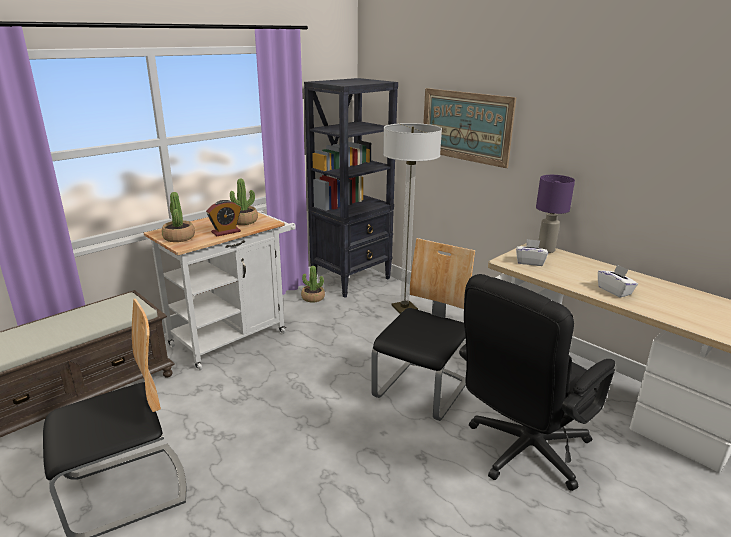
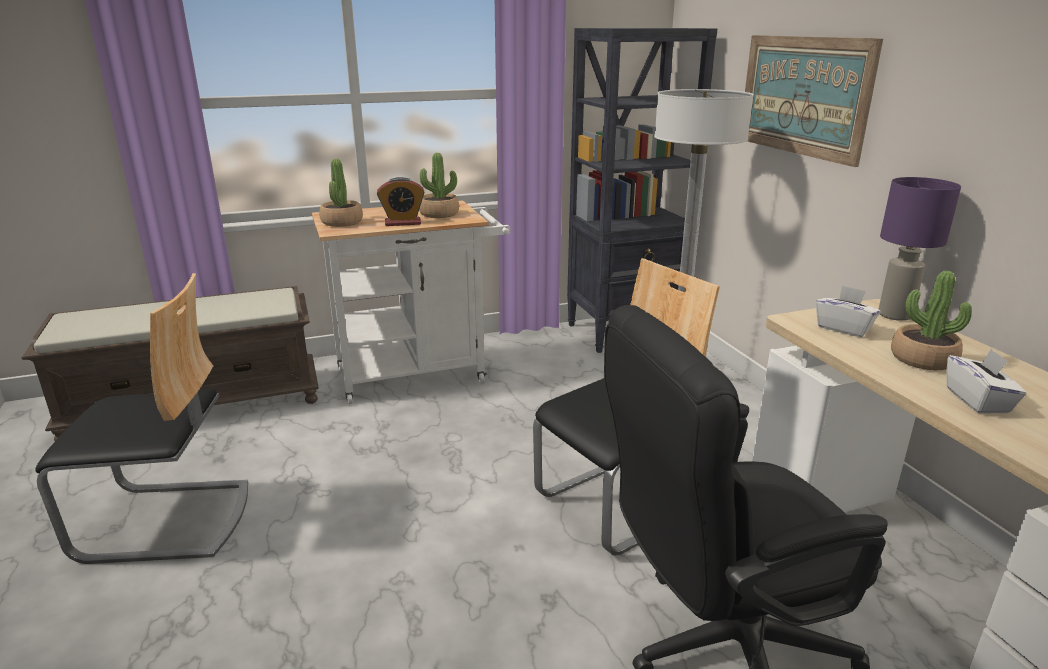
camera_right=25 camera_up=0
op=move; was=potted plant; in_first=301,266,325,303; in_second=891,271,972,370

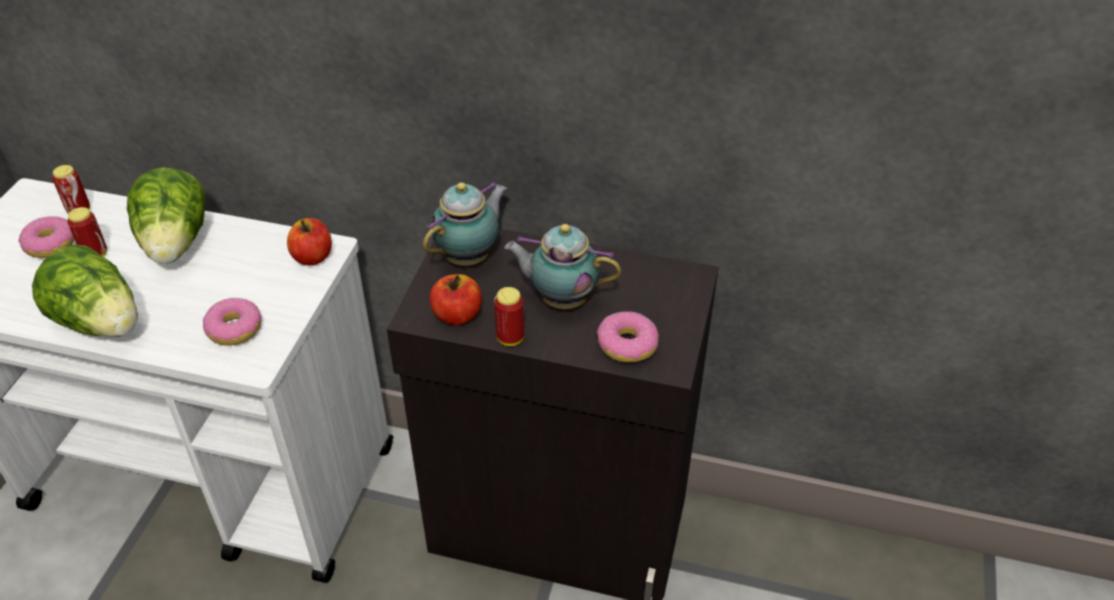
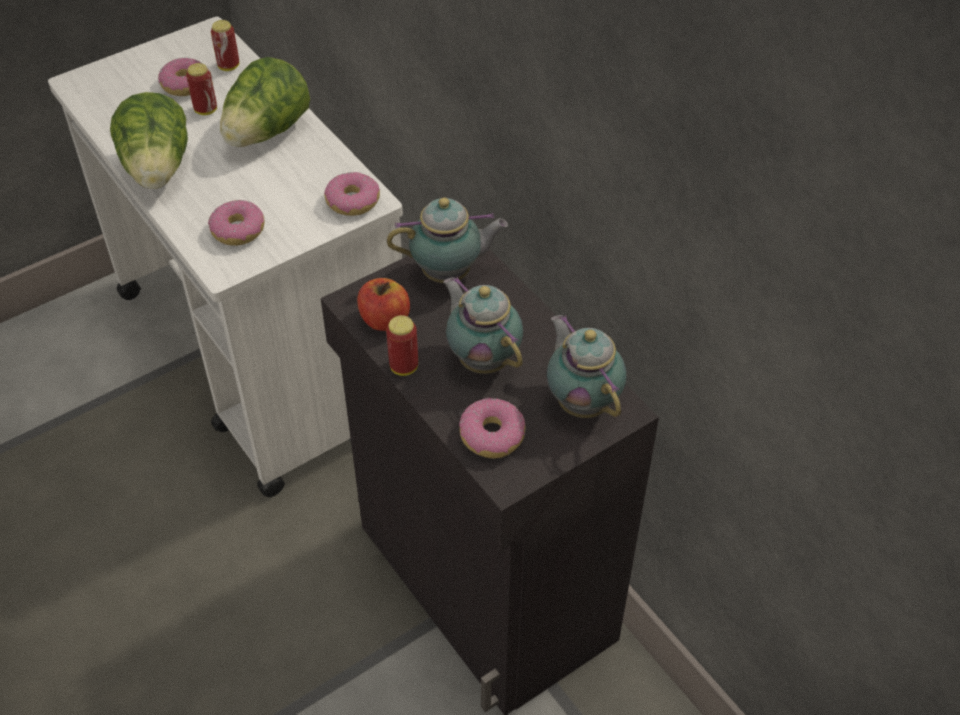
camera_right=40 camera_up=5
op=replace; was=apple; now=donut; in_first=287,218,332,265; in_second=324,172,380,216
op=insert; now=teapot; in_second=547,315,626,418

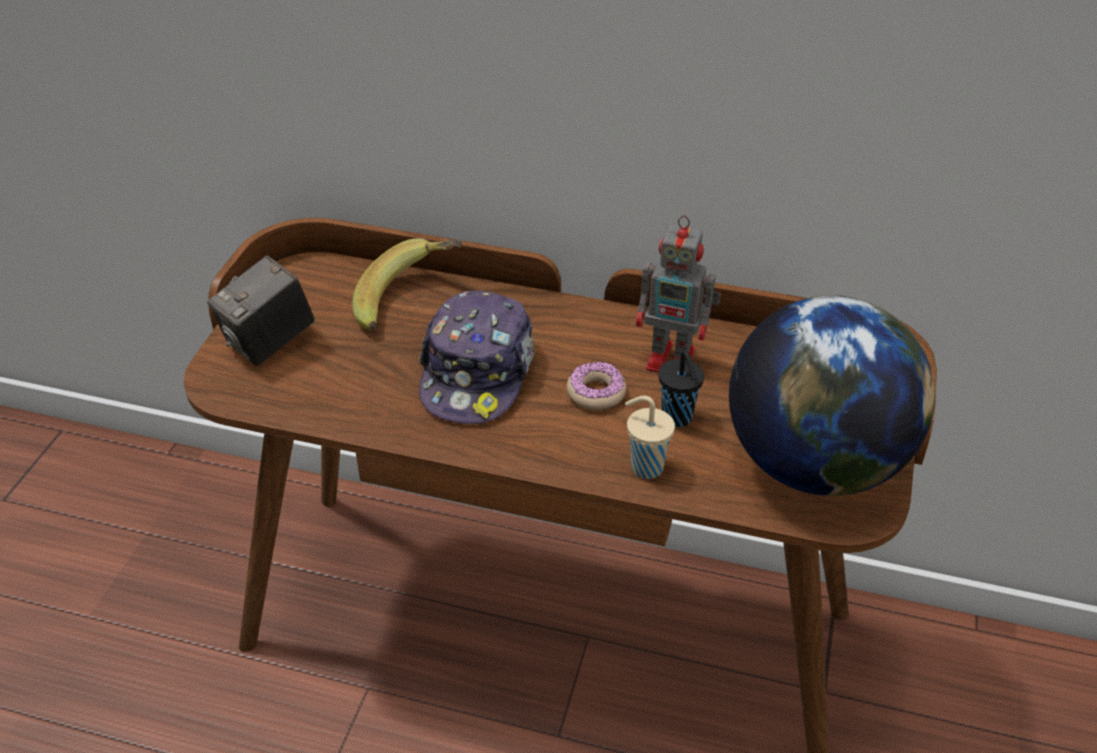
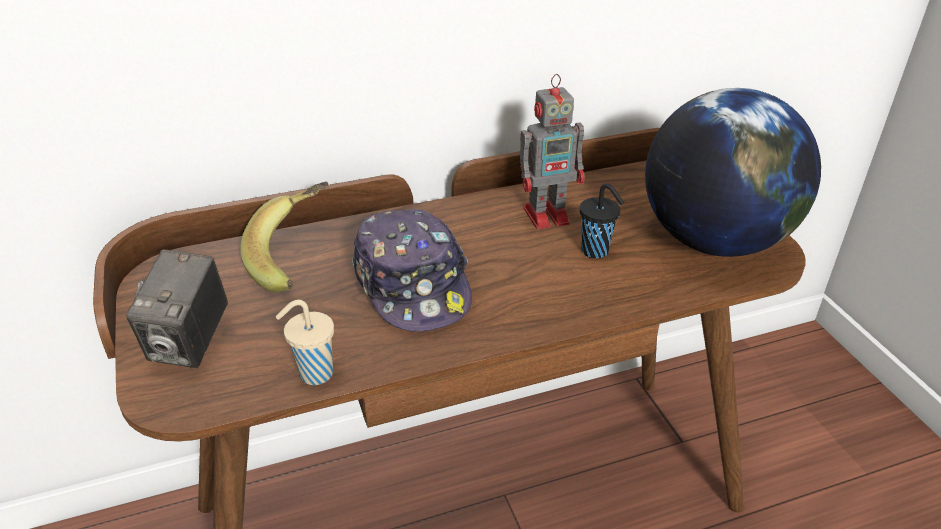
camera_right=-35 camera_up=-5
op=move; was=beige cup; in_first=625,396,675,479; in_second=276,300,334,385
op=delete; was=donut; in_first=567,361,626,410

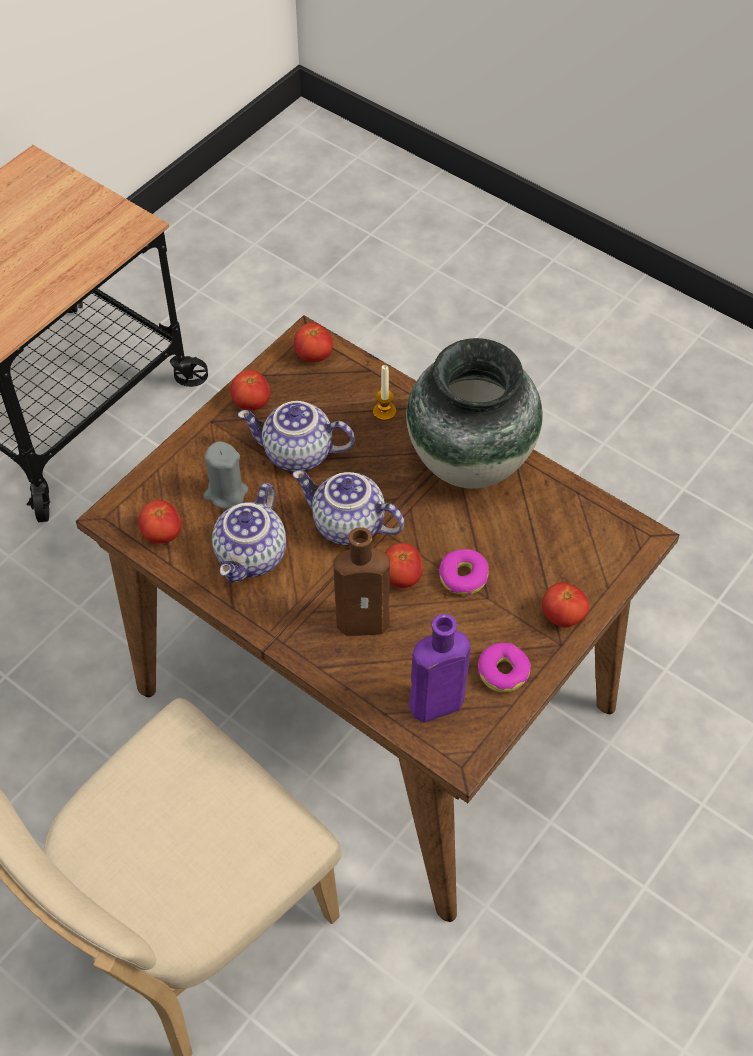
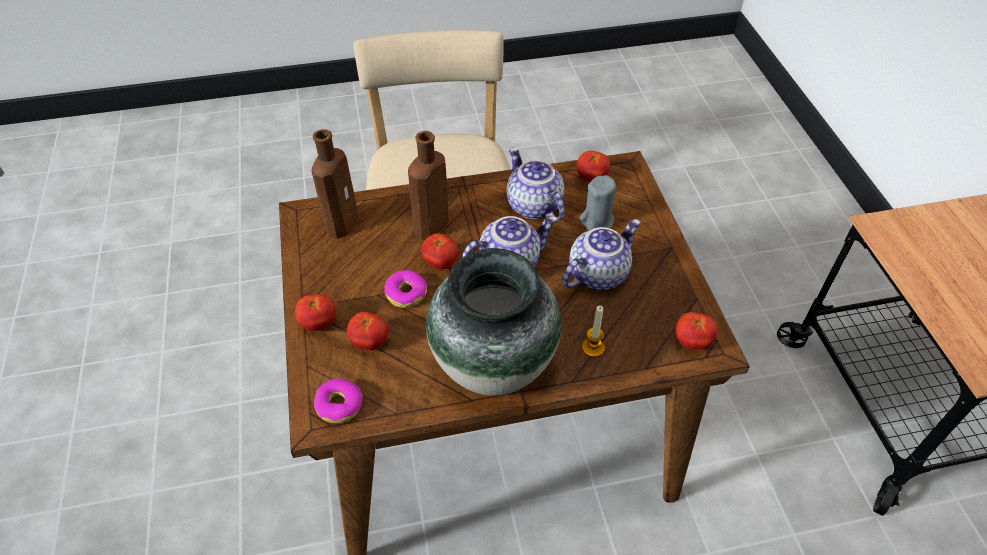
camera_right=130 camera_up=-5
op=recolor; was=purple bottle; now=brown bottle; in_first=409,614,470,723; in_second=312,129,359,238
op=move; was=donut; in_first=478,643,531,693; in_second=314,379,363,423
op=move; was=tomato; in_first=230,370,270,410; in_second=347,312,389,350

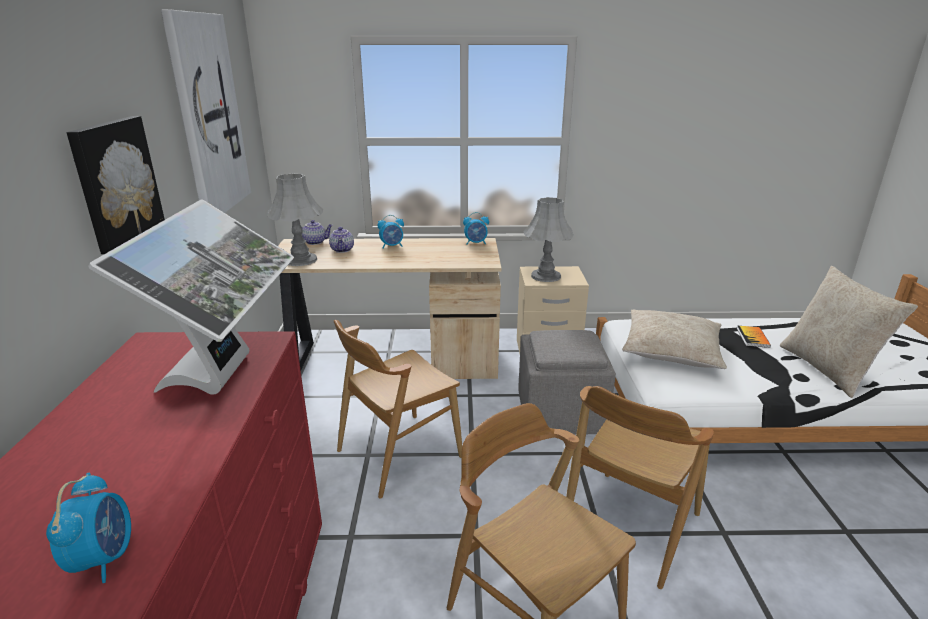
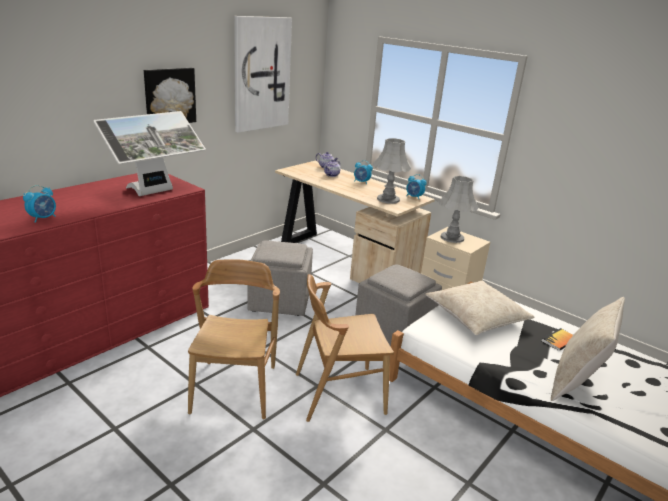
camera_right=40 camera_up=0
op=replace; was=brown chair; now=grey ottoman; in_first=334,320,462,499; in_second=247,240,313,316
op=move; was=grey table lamp; in_first=267,173,323,266; in_second=373,138,411,204

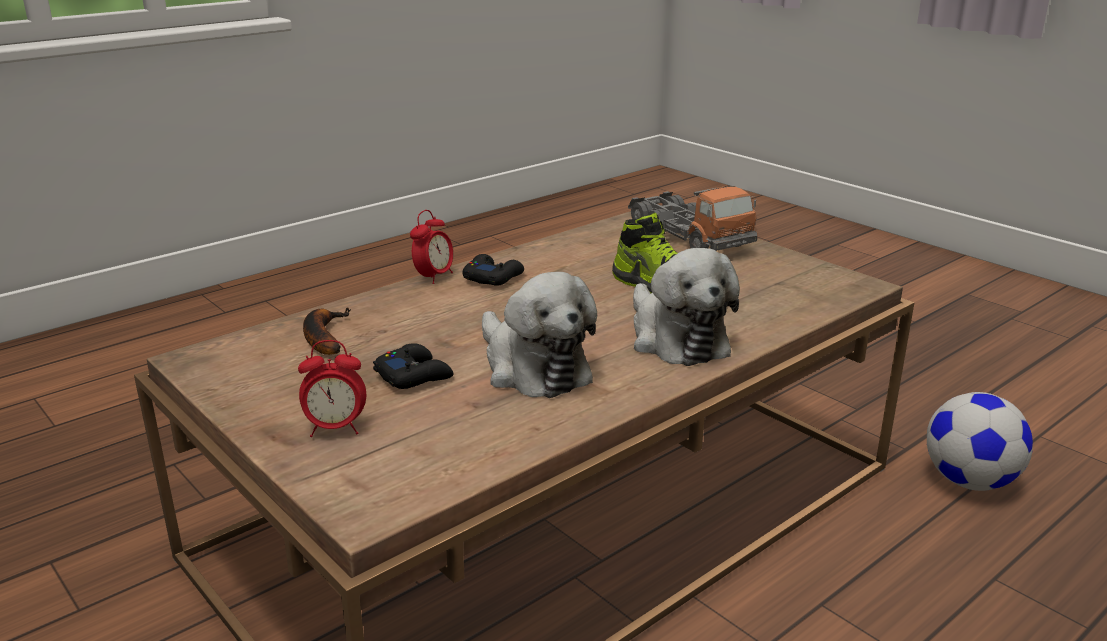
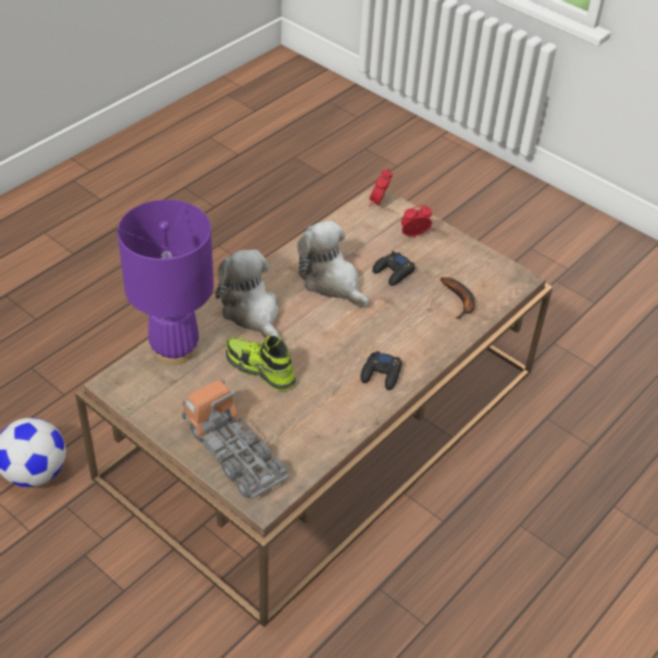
camera_right=170 camera_up=20
op=insert; now=purple table lamp; in_second=117,200,214,365
op=move; was=alarm clock; in_first=410,210,453,284; in_second=369,168,393,207

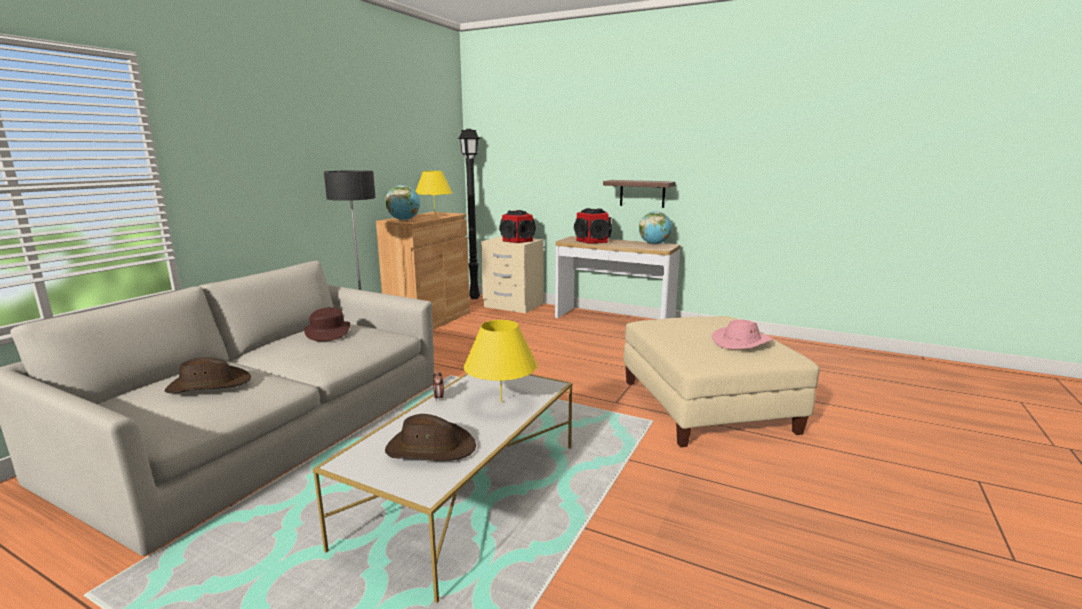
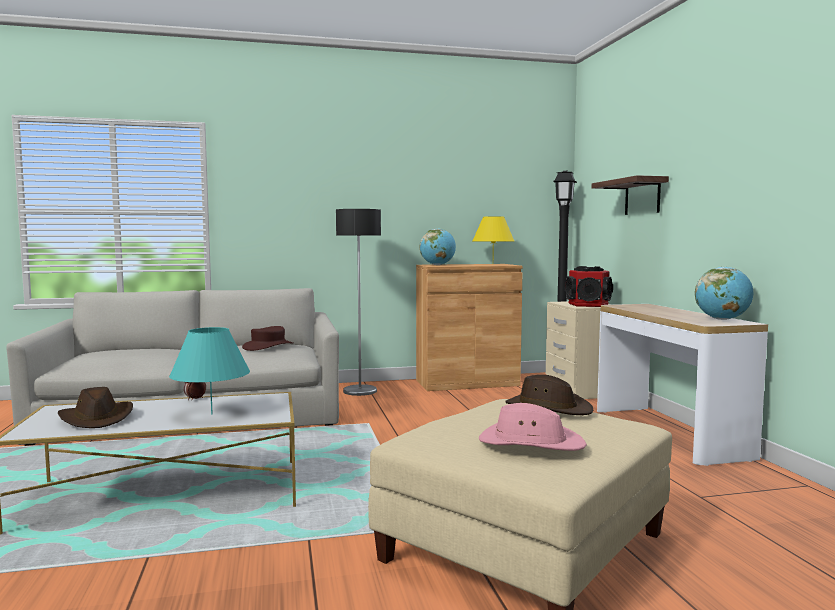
camera_right=50 camera_up=-10
op=recolor; was=yellow table lamp; now=turquoise table lamp; in_first=464,320,537,402; in_second=169,327,250,415
op=move; was=brown hat; in_first=164,357,251,393; in_second=505,375,593,415
op=move; was=shelf; in_first=603,180,676,208; in_second=592,175,669,215
op=delete; was=speaker; in_first=574,208,612,244

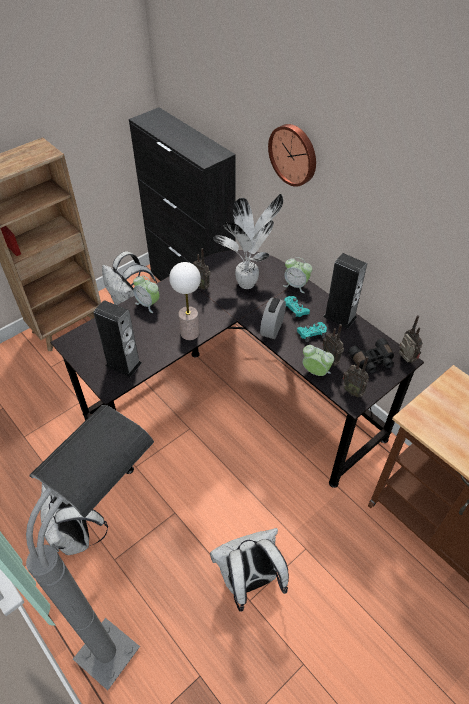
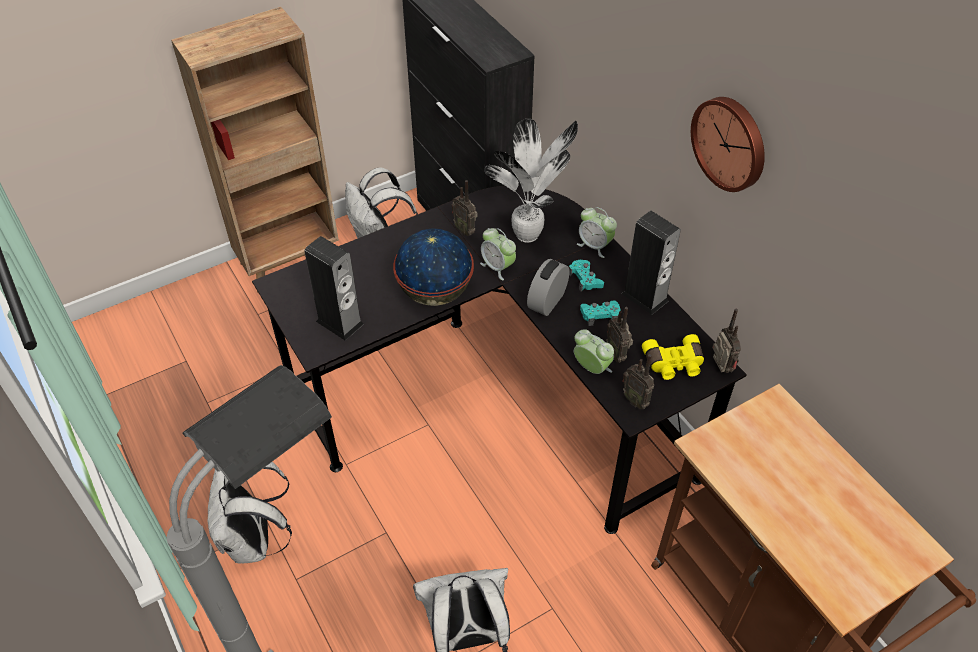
camera_right=10 camera_up=0
op=replace; was=table lamp; now=globe; in_first=169,262,201,340; in_second=393,228,474,306
op=move; was=alarm clock; in_first=133,276,160,313; in_second=480,228,516,280
op=recolor; was=black binoculars; now=yellow binoculars; in_first=348,338,394,373; in_second=642,334,704,380
op=move; was=wall clock; in_first=268,124,316,187; in_second=691,97,765,192

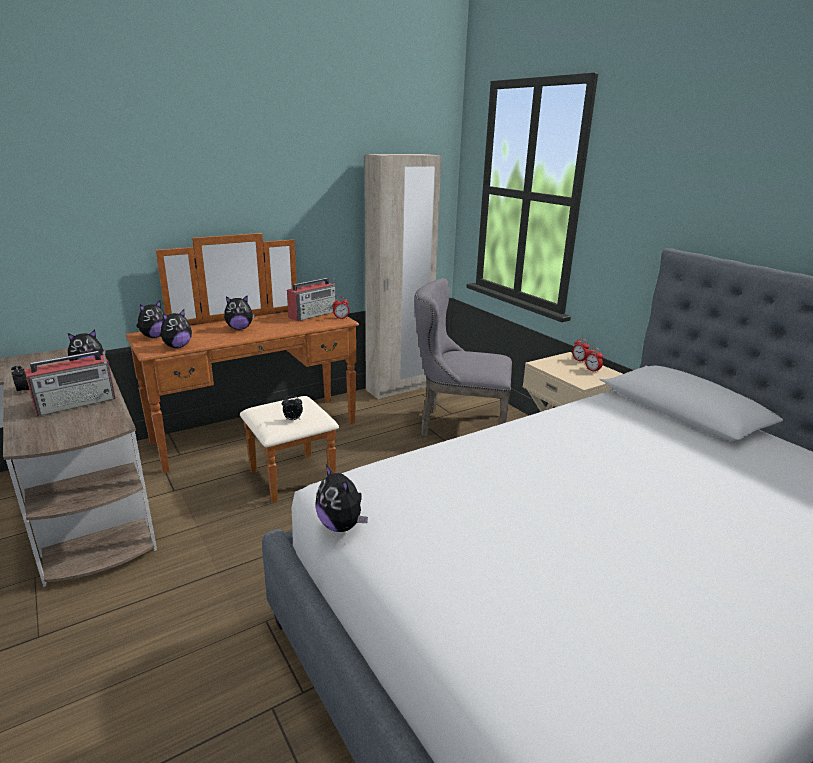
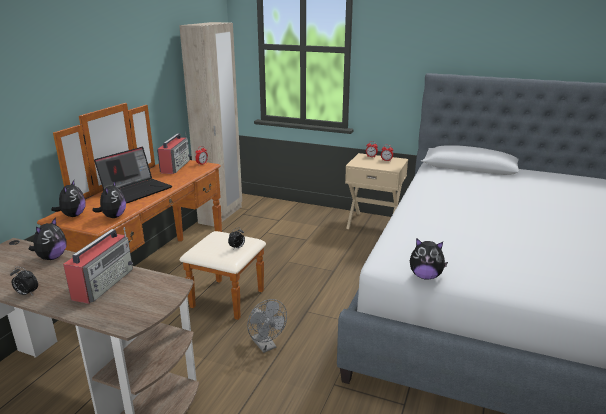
camera_right=-35 camera_up=0
op=replace; was=plush toy; now=laptop; in_first=224,296,255,330; in_second=94,147,172,204
op=insert; now=grey fan; in_second=247,299,287,353
op=delete; was=grey chair; in_first=414,278,512,437

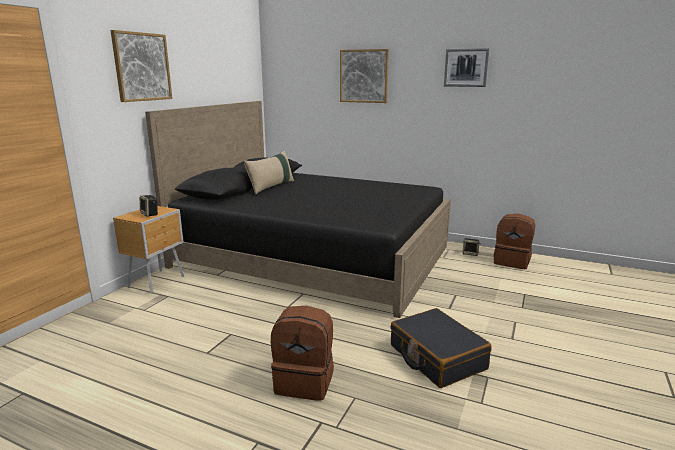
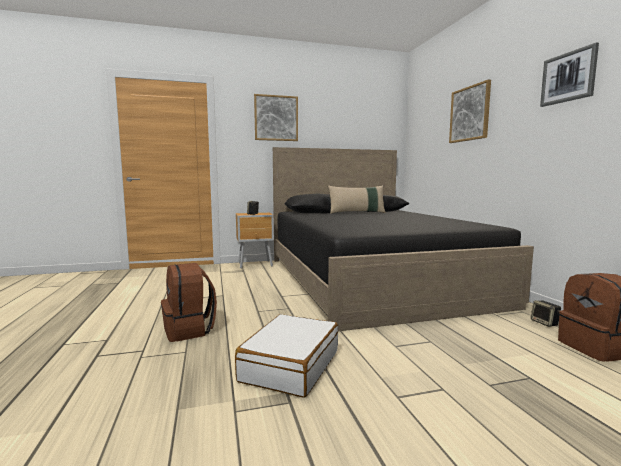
camera_right=50 camera_up=-10
op=recolor; was=black suitcase; now=white suitcase; in_first=390,308,492,388; in_second=235,314,338,398

